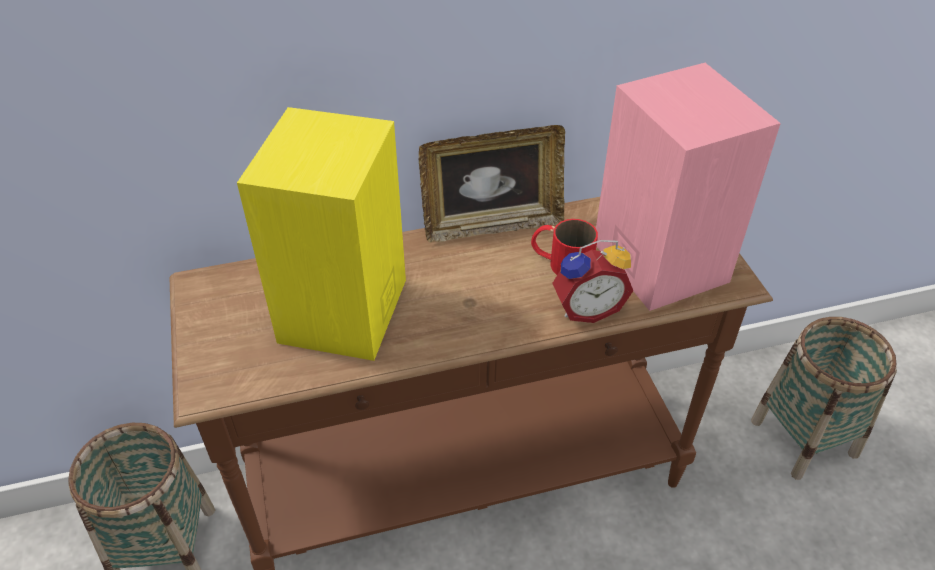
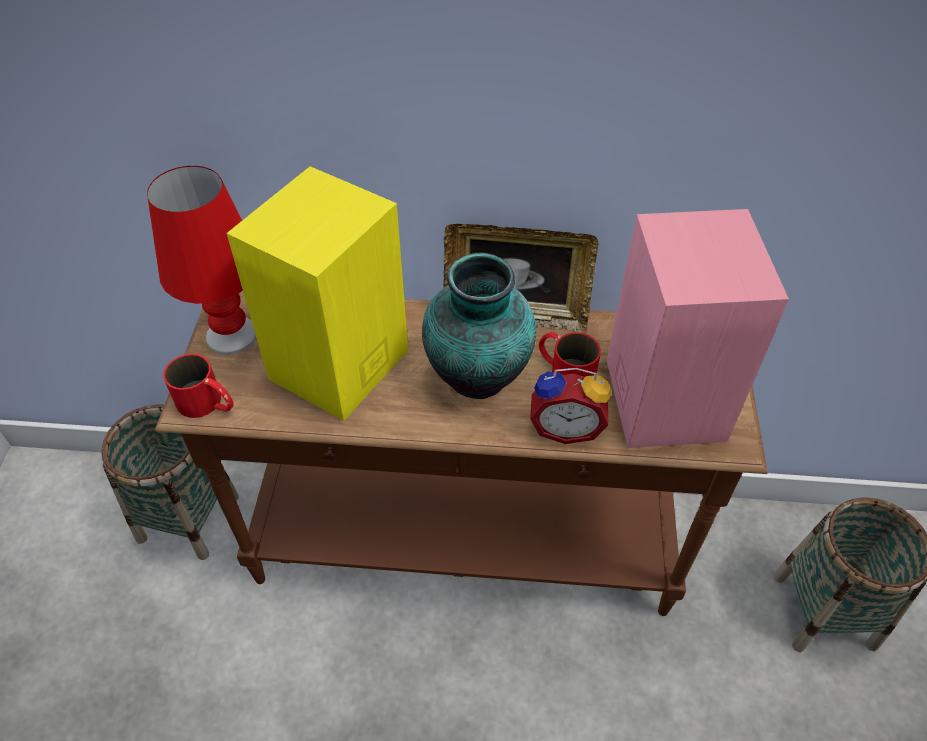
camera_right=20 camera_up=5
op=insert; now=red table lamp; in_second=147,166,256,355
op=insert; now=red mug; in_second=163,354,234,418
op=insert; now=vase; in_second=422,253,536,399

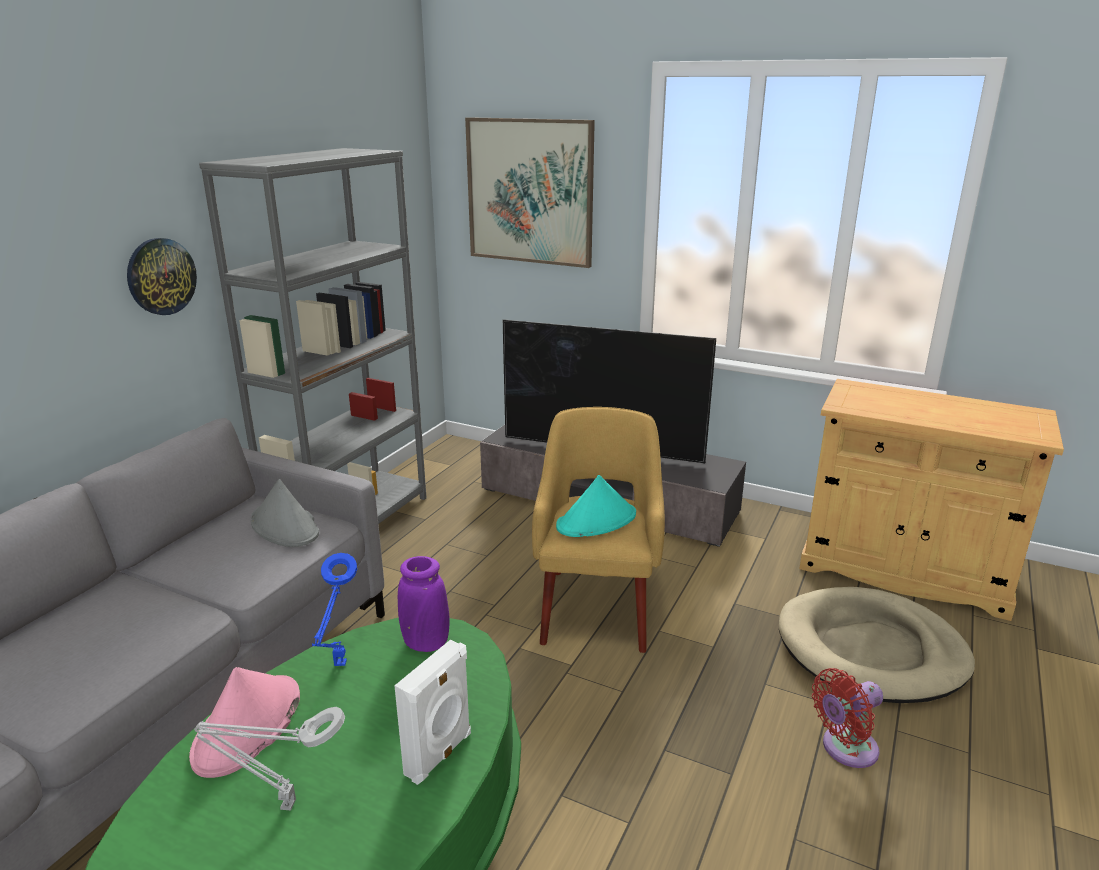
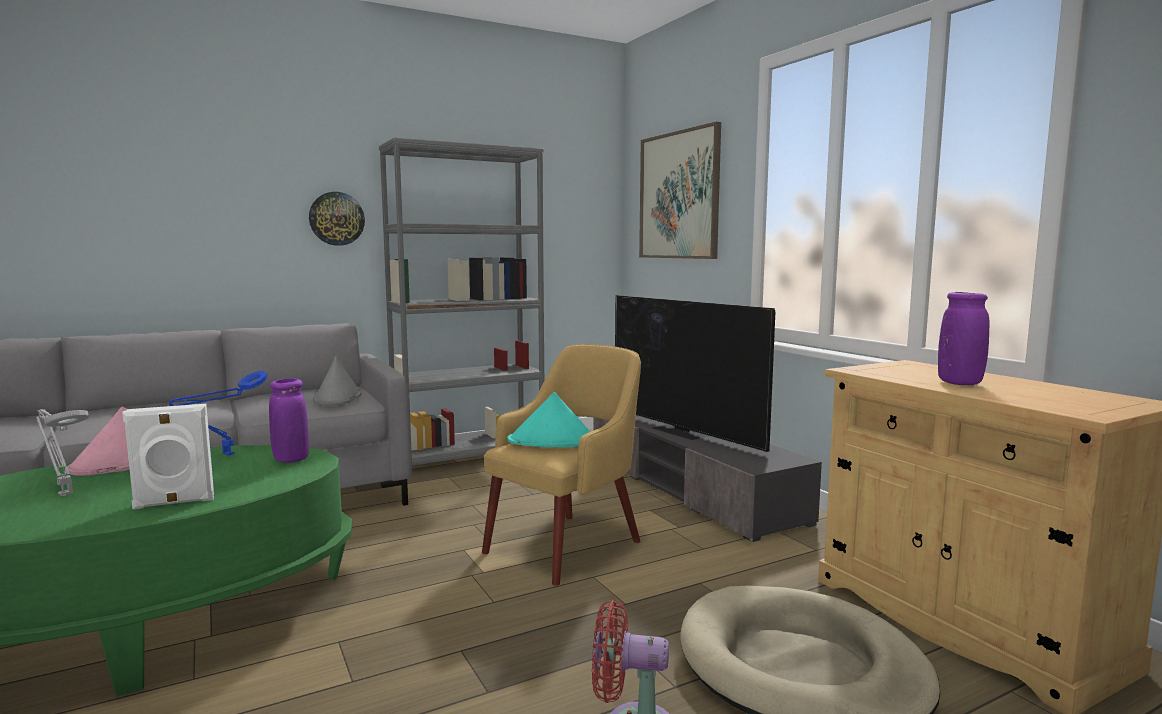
camera_right=35 camera_up=-15
op=insert; now=purple vase; in_second=938,292,990,385

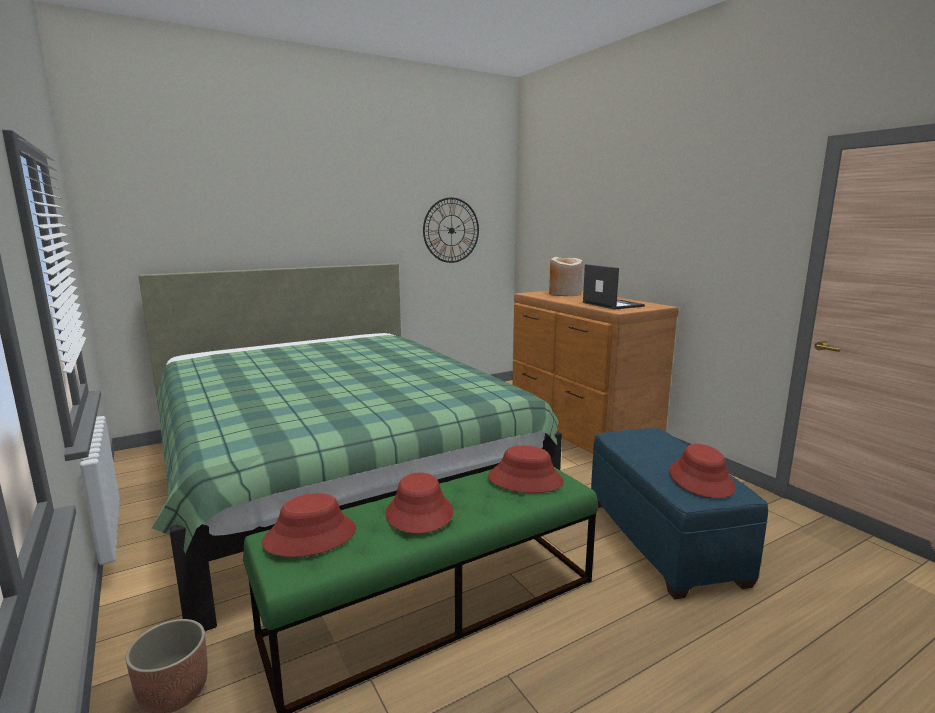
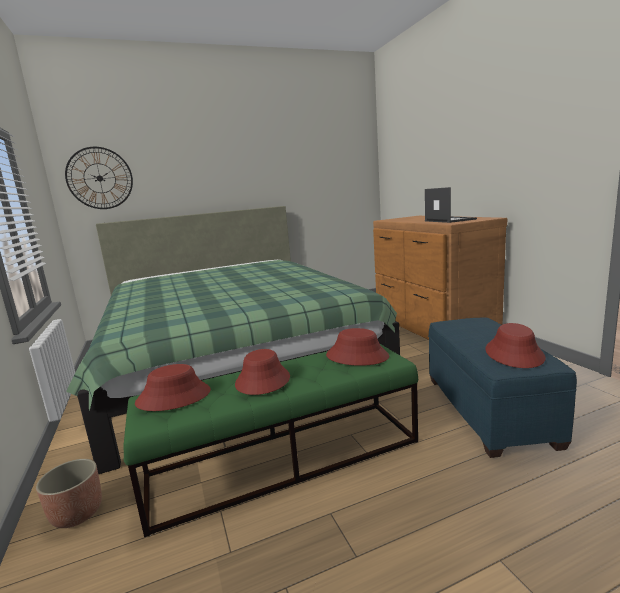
camera_right=10 camera_up=0
op=move; was=wall clock; in_first=423,197,479,263; in_second=65,147,133,209
op=delete; was=beige vase; in_first=549,257,582,296

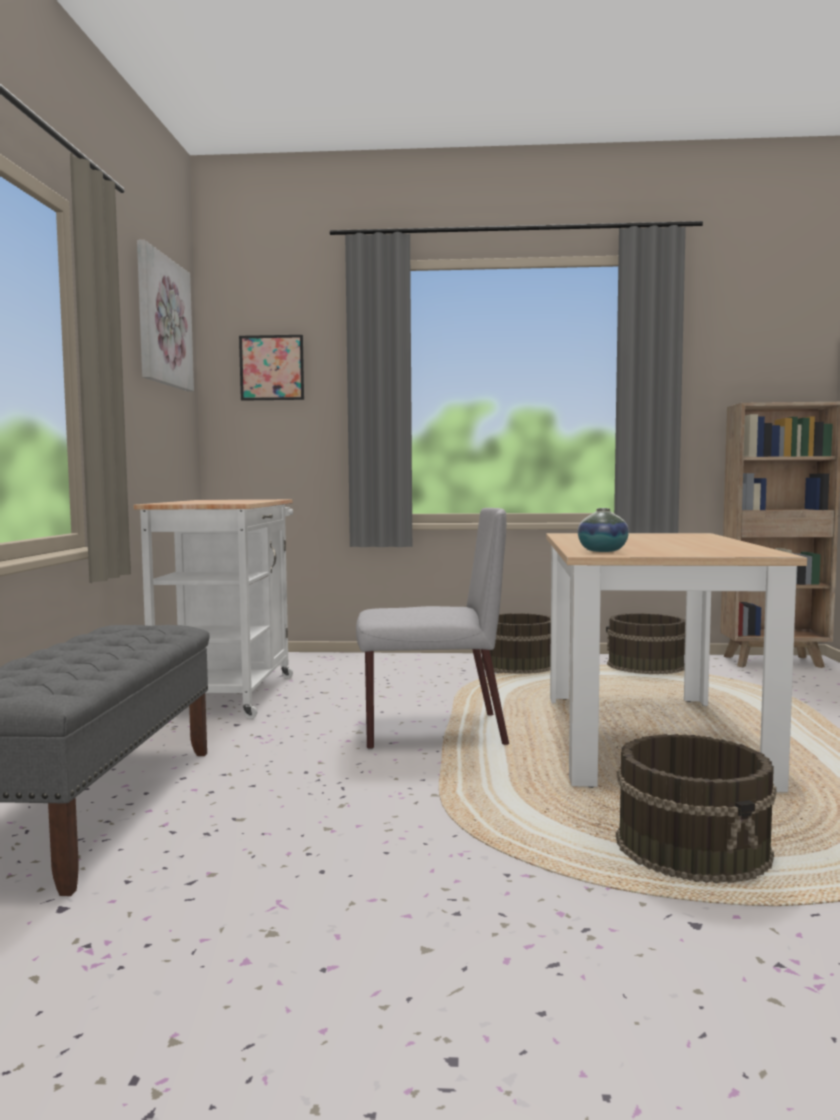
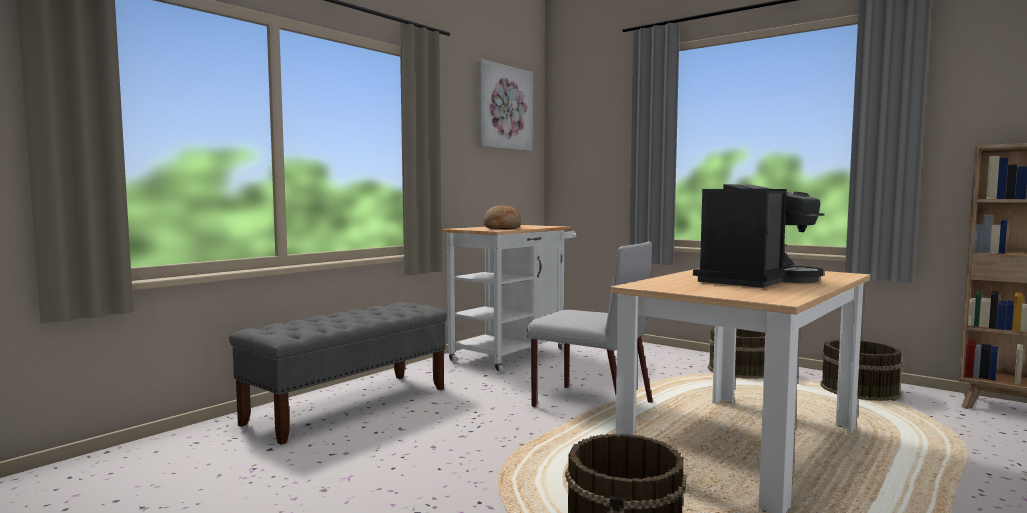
camera_right=35 camera_up=0
op=insert; now=bread; in_second=483,205,521,230
op=insert; now=coffee machine; in_second=693,184,825,288
op=delete; was=picture; in_first=239,335,304,401
op=delete; was=vase; in_first=578,508,629,552

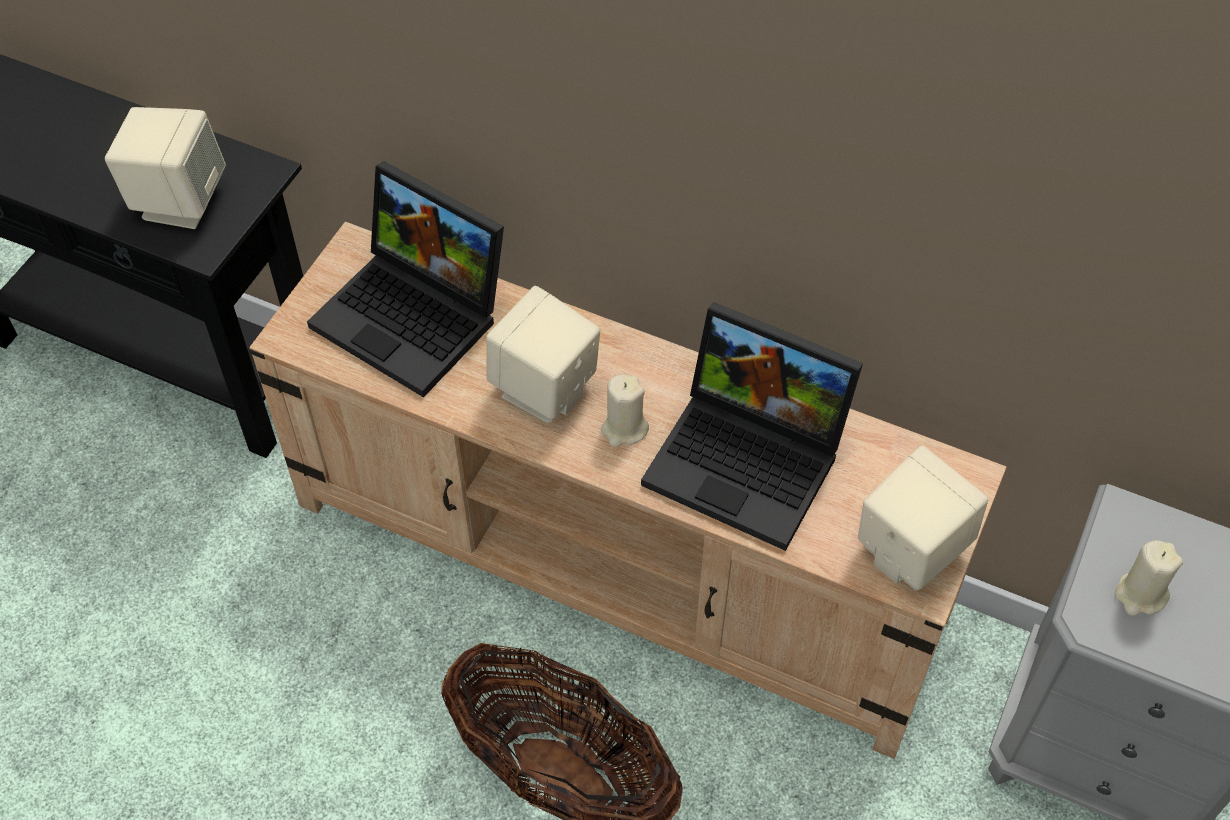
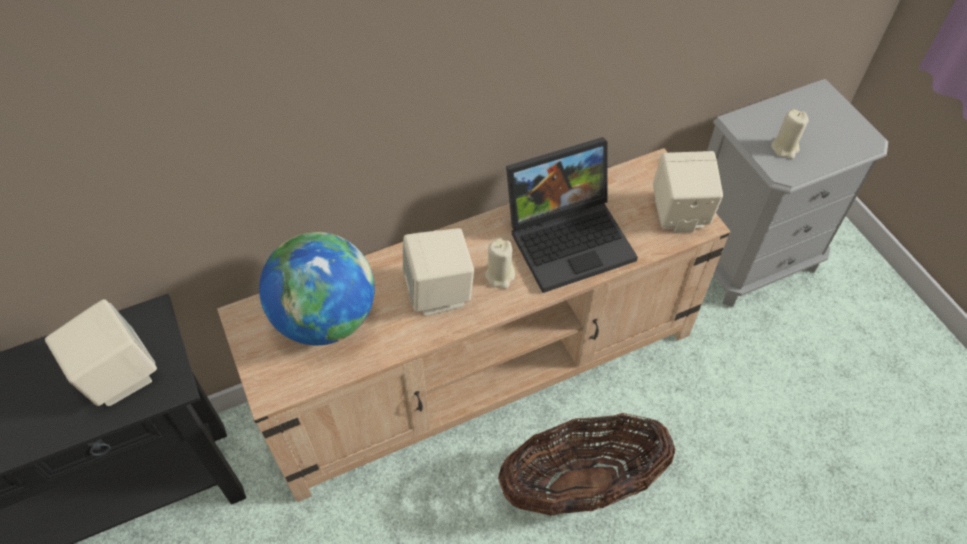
camera_right=-50 camera_up=0
op=replace; was=laptop; now=globe; in_first=307,161,504,397; in_second=259,232,375,345

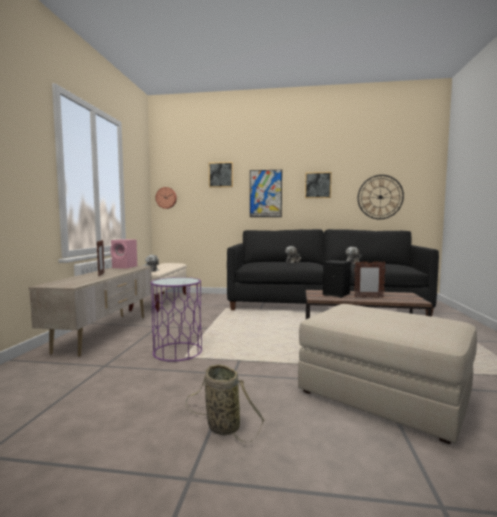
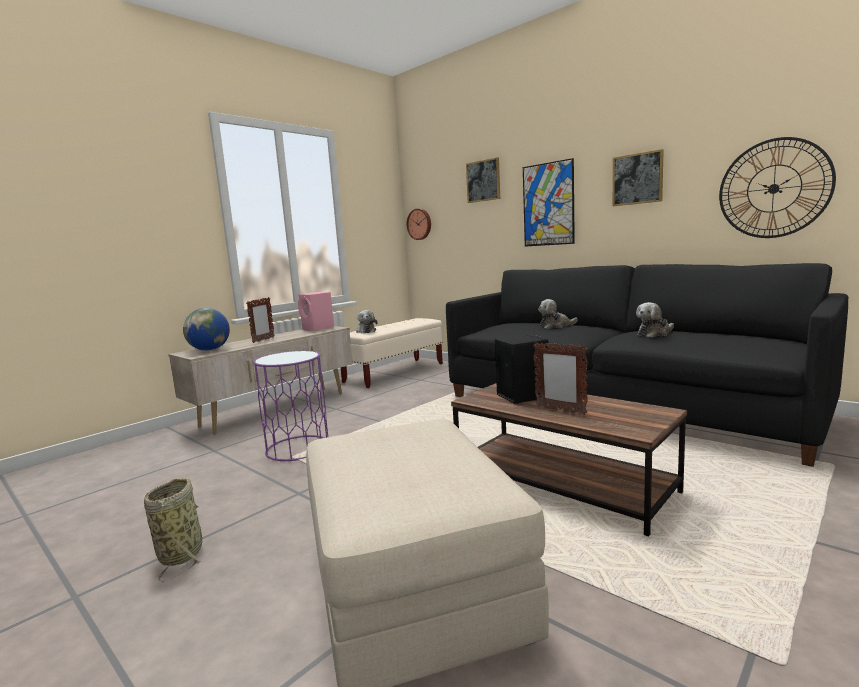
camera_right=35 camera_up=5
op=insert; now=globe; in_second=183,308,230,351

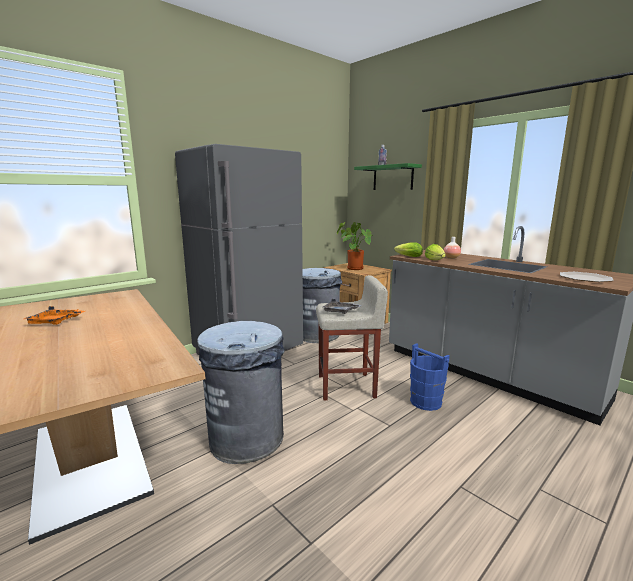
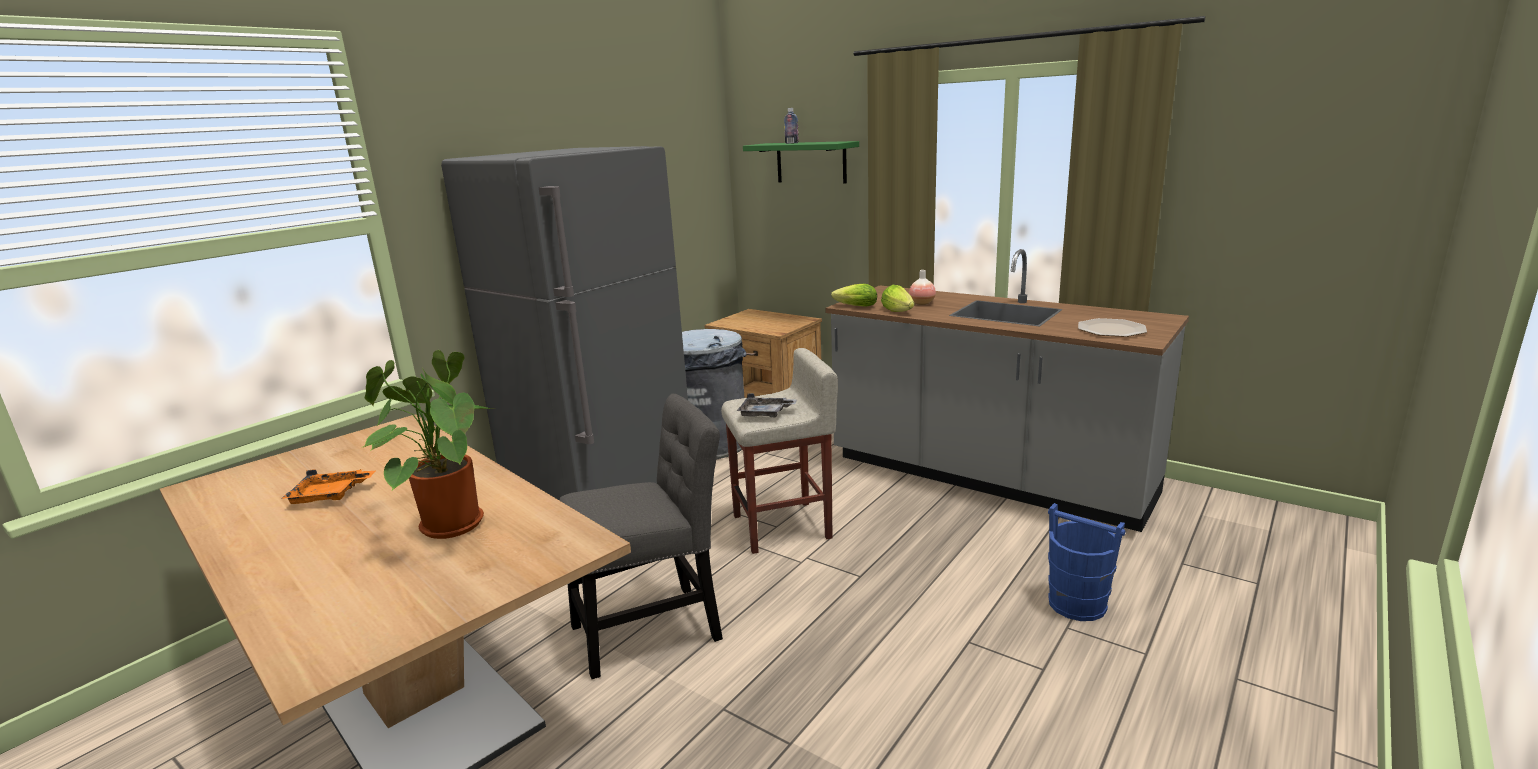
camera_right=-10 camera_up=5
op=move; was=potted plant; in_first=337,222,372,270; in_second=361,350,491,539
op=replace; was=grey trash can; now=grey chair; in_first=197,321,284,464; in_second=559,394,723,679
op=move; was=blue bucket; in_first=410,343,450,411; in_second=1048,503,1126,621

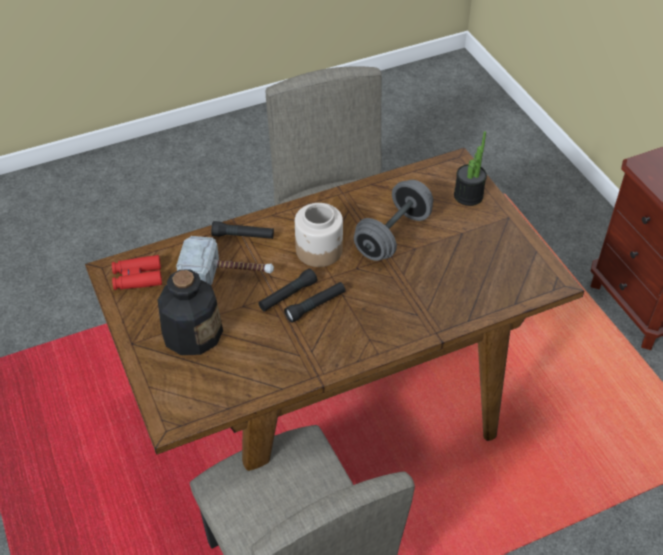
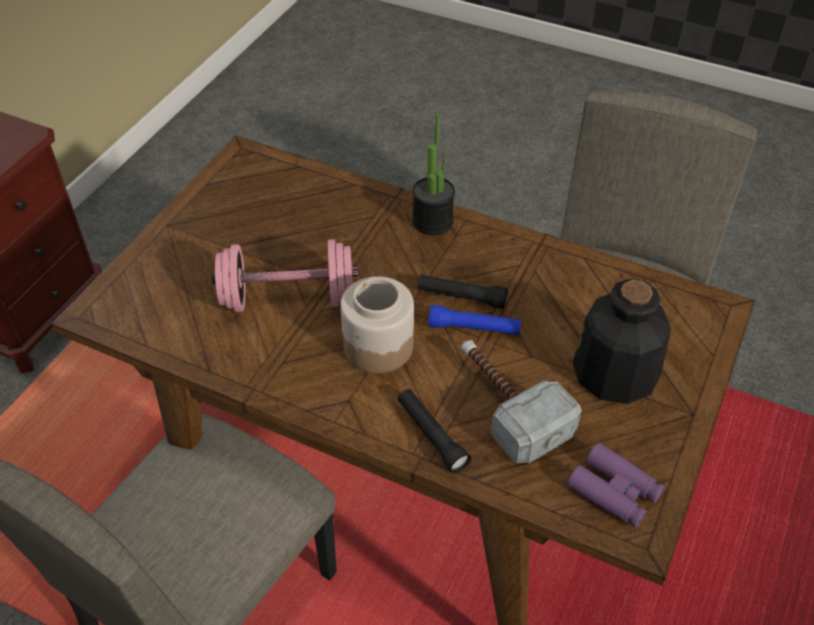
camera_right=-130 camera_up=0
op=recolor; was=grey dumbbell; now=pink dumbbell; in_first=354,180,433,261; in_second=212,239,358,312
op=move; was=potted plant; in_first=454,131,487,206; in_second=412,113,455,235
op=recolor; was=black flashlight; now=blue flashlight; in_first=258,268,317,312; in_second=428,305,521,335
op=recolor; was=red binoculars; now=purple binoculars; in_first=112,255,162,290; in_second=567,443,664,528

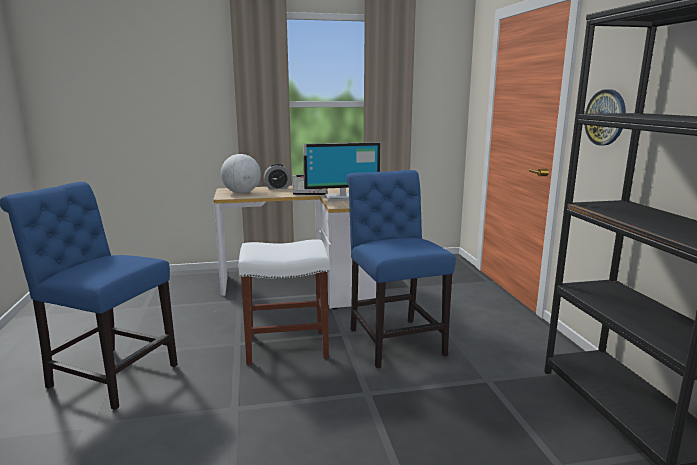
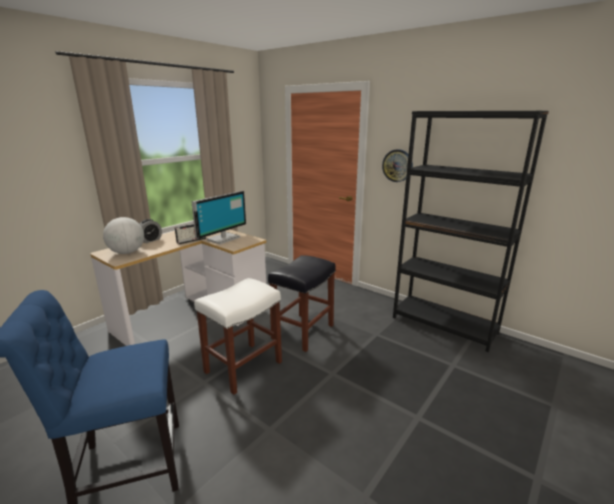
camera_right=-40 camera_up=5
op=replace; was=blue chair; now=black stool; in_first=346,170,456,368; in_second=268,255,336,352

